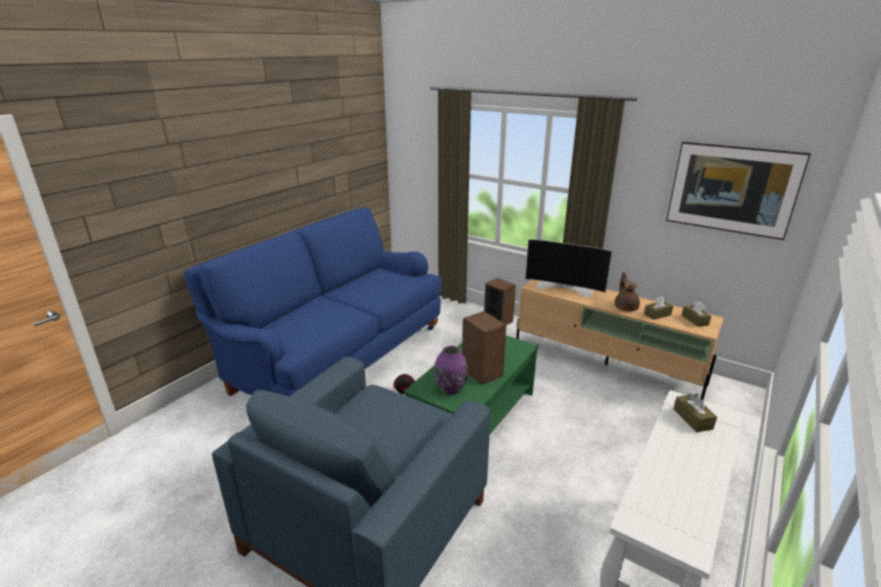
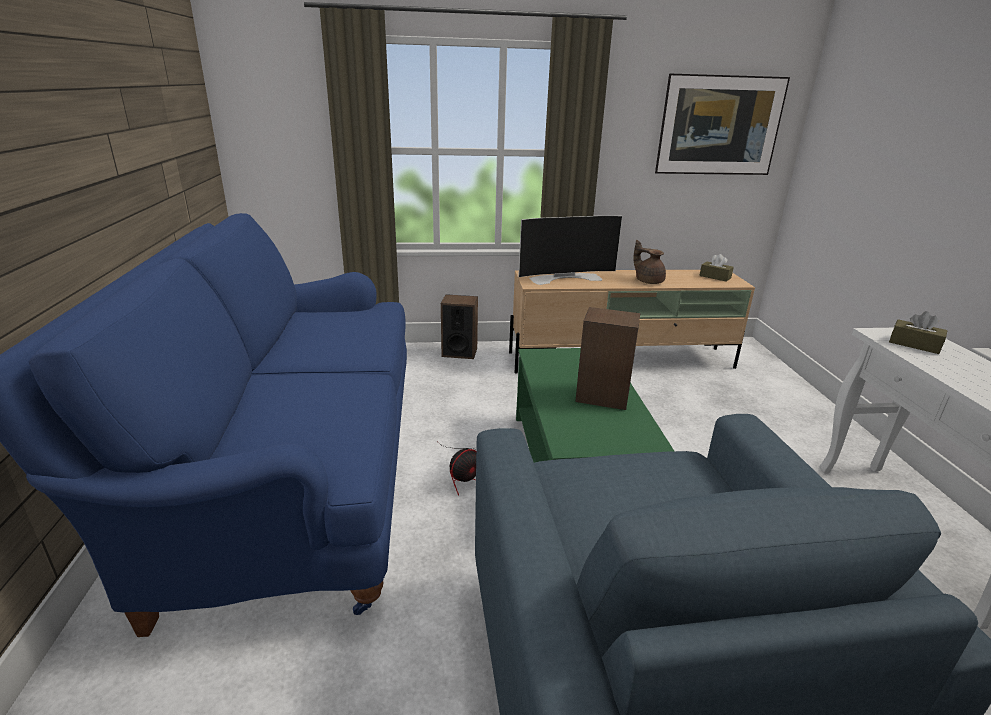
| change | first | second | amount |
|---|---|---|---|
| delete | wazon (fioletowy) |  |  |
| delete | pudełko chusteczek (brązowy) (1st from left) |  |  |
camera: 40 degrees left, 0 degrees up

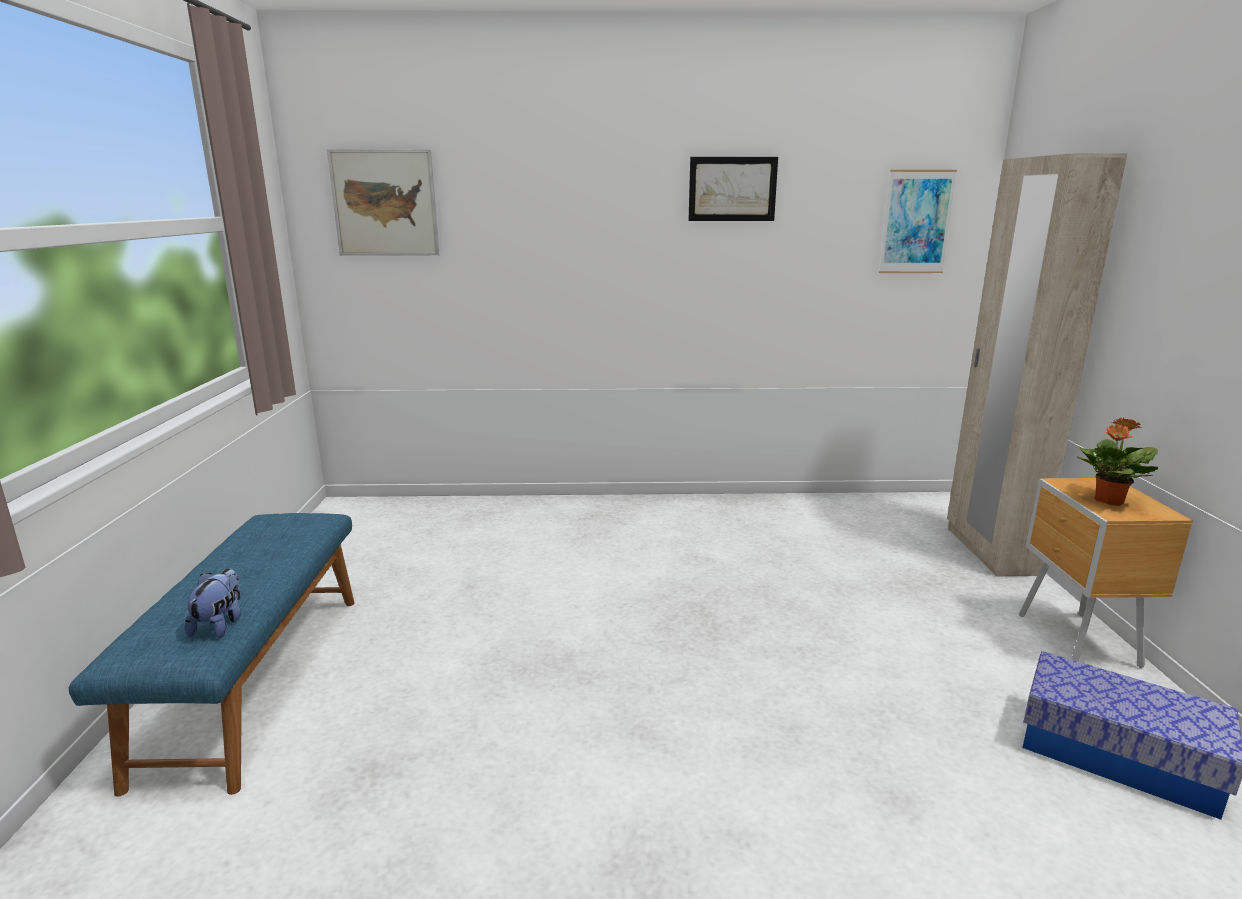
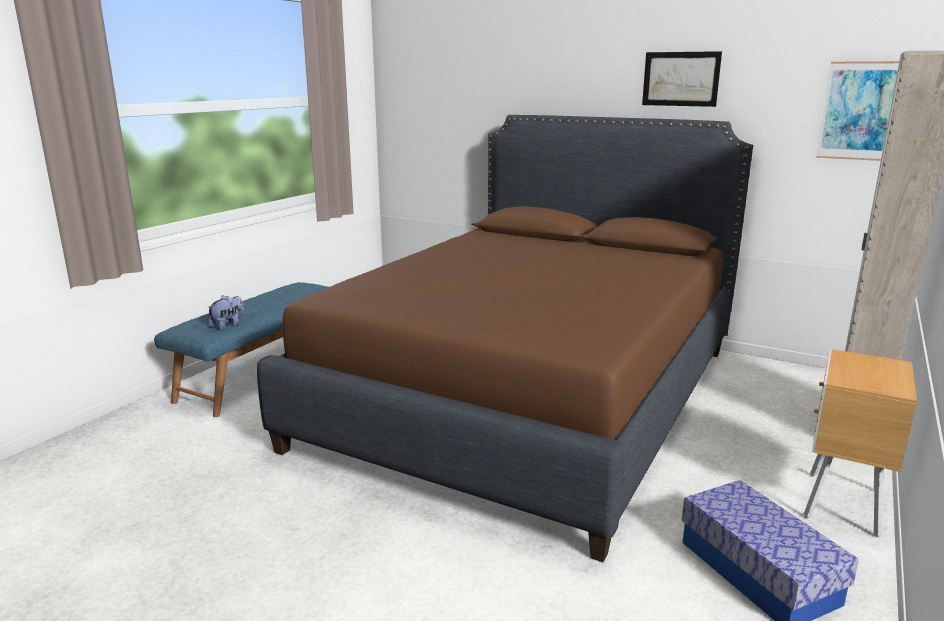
| change | first | second | amount |
|---|---|---|---|
| insert |  | łóżko (brązowy) |  |
| delete | obraz (1st from left) |  |  |
| delete | roślina doniczkowa |  |  |
camera: 30 degrees right, 0 degrees up

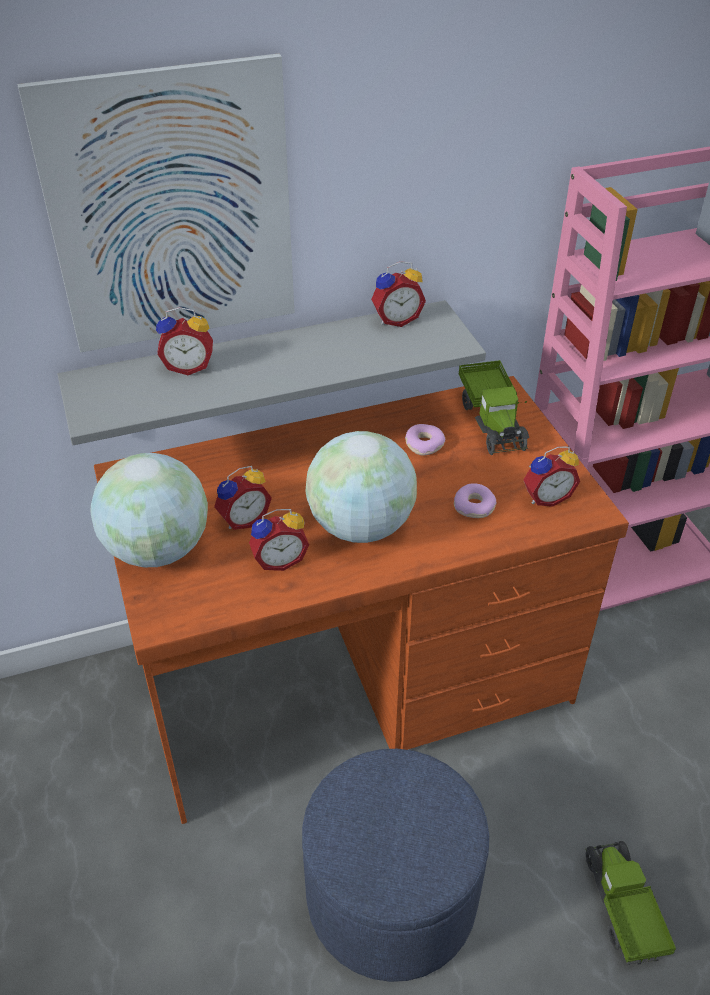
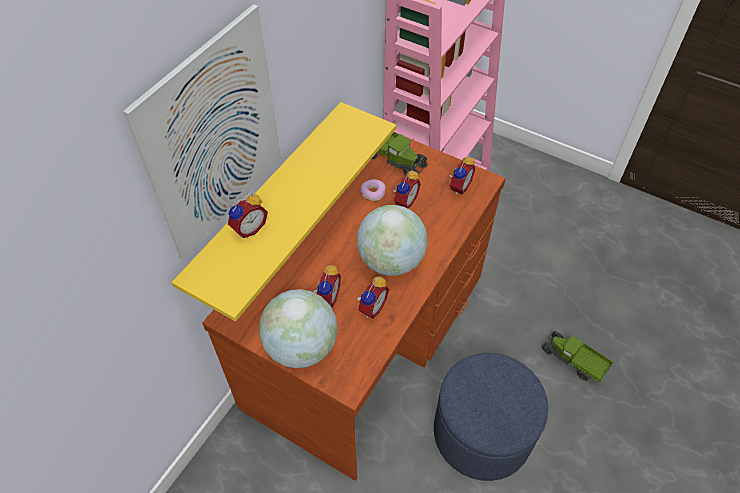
| change | first | second | amount |
|---|---|---|---|
| recolor | półka (szary) | półka (żółty) |  |
| move | budzik (4th from left) |  |  |
| delete | donut (2nd from left) |  |  |
camera: 40 degrees left, 10 degrees up

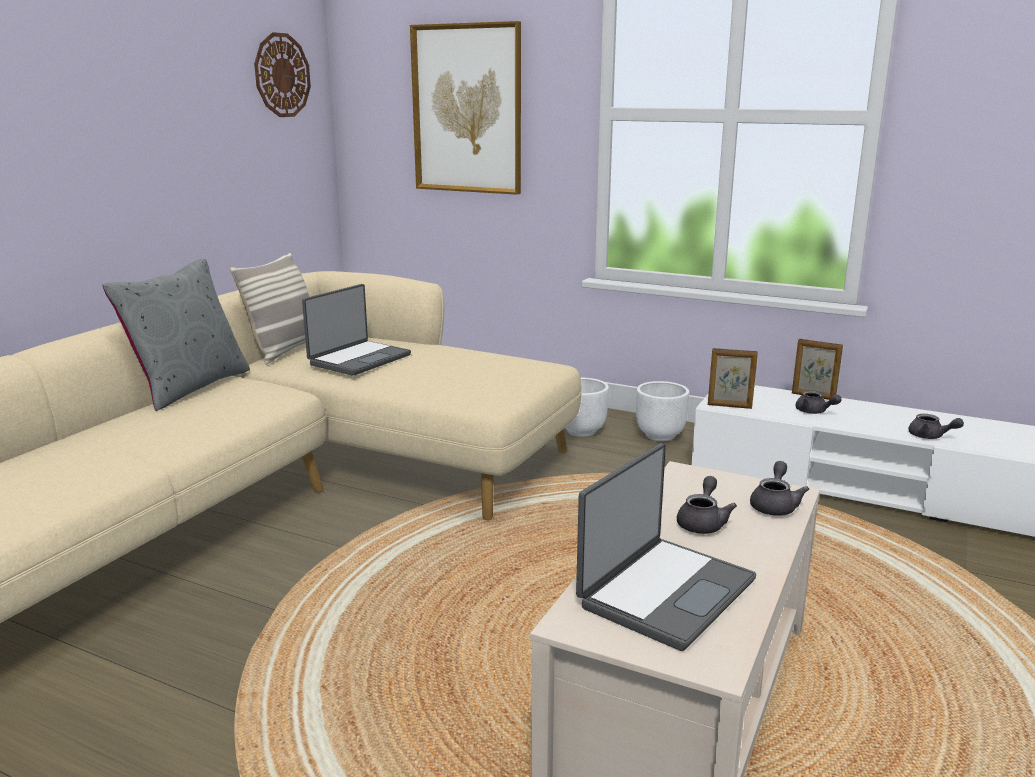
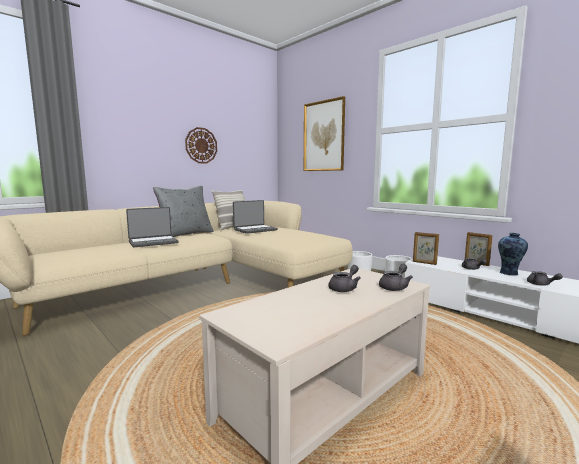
| change | first | second | amount |
|---|---|---|---|
| move | laptop (2nd from left in the first image) | laptop (1st from left) |  |
| move | zegar ścienny |  |  |
| insert |  | wazon |  |
camera: 20 degrees right, 10 degrees down

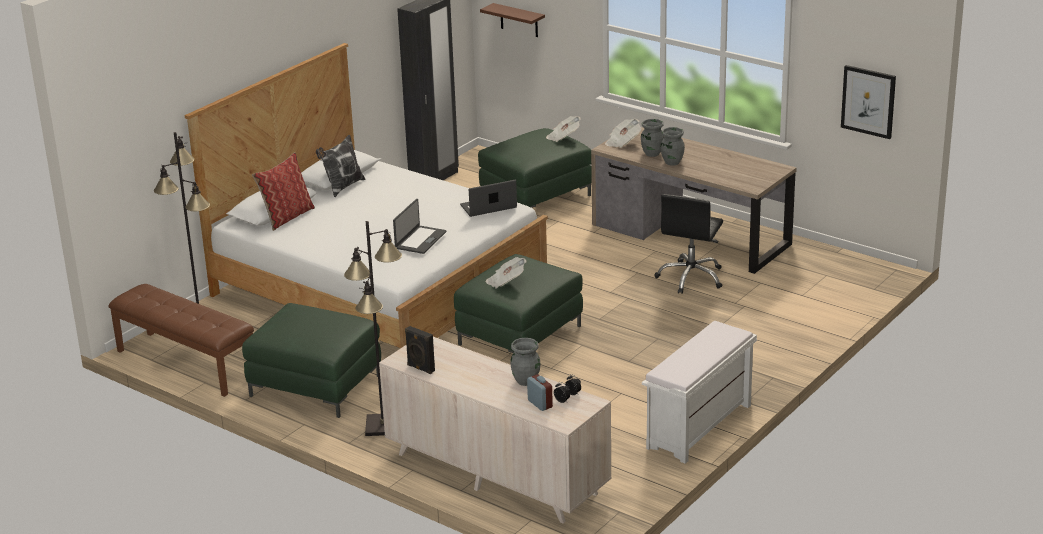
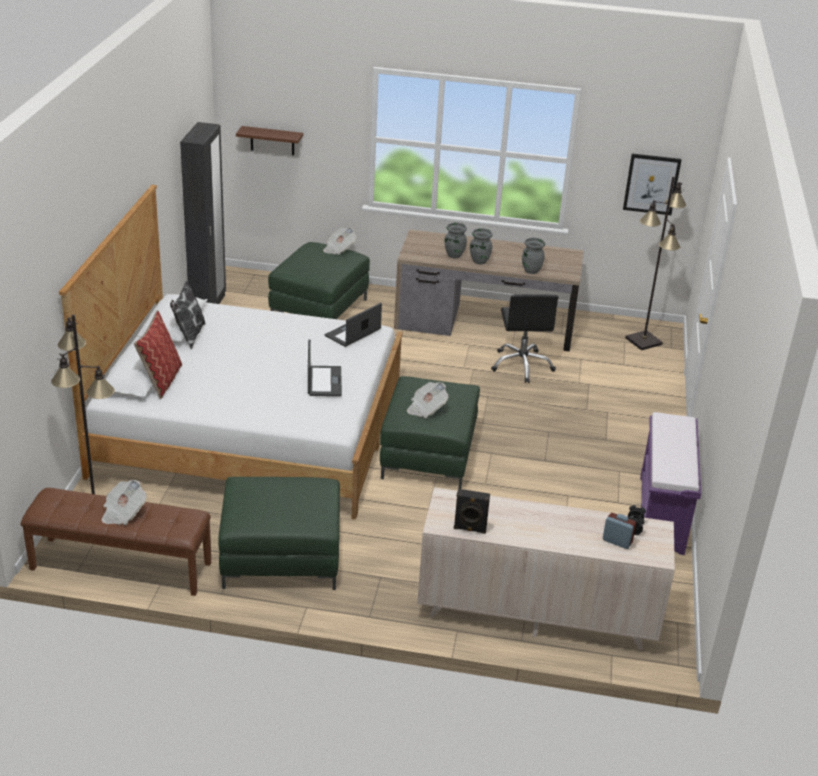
| change | first | second | amount |
|---|---|---|---|
| move | gazeta (3rd from left in the first image) | gazeta (1st from left) |  |
| move | wazon (szary) (1st from left in the first image) | wazon (szary) (3rd from left) |  |
| move | lampa stojąca (czarny) (2nd from left) |  |  |
| recolor | ławka (biały) | ławka (fioletowy) |  |
camera: 30 degrees left, 5 degrees up

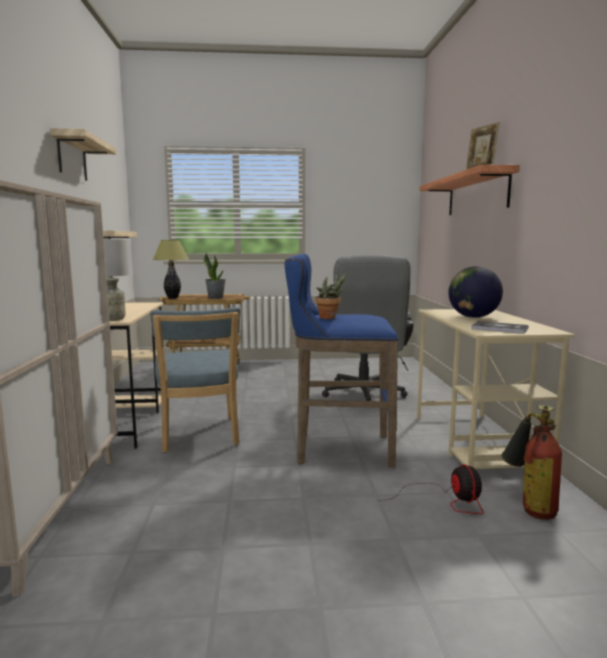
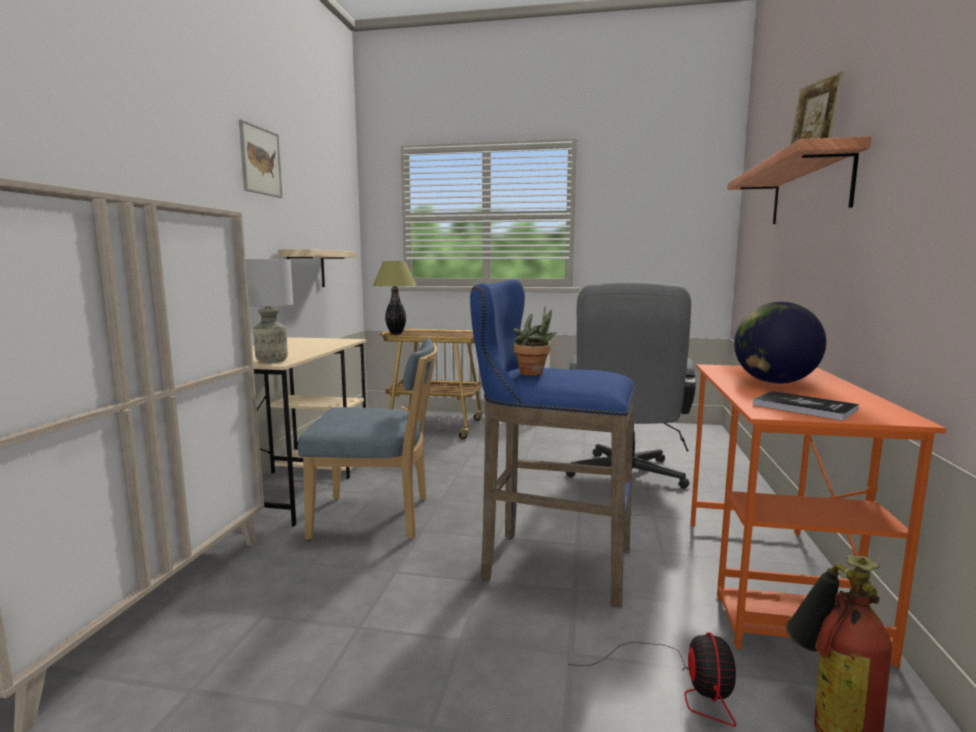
| change | first | second | amount |
|---|---|---|---|
| replace | półka (1st from left) | obraz |  |
| rotate | krzesło (niebieski) |  | 90 degrees counterclockwise |
| recolor | biurko (beżowy) (2nd from left) | biurko (pomarańczowy) |  |
| delete | roślina doniczkowa (1st from left) |  |  |
camera: 15 degrees right, 0 degrees up

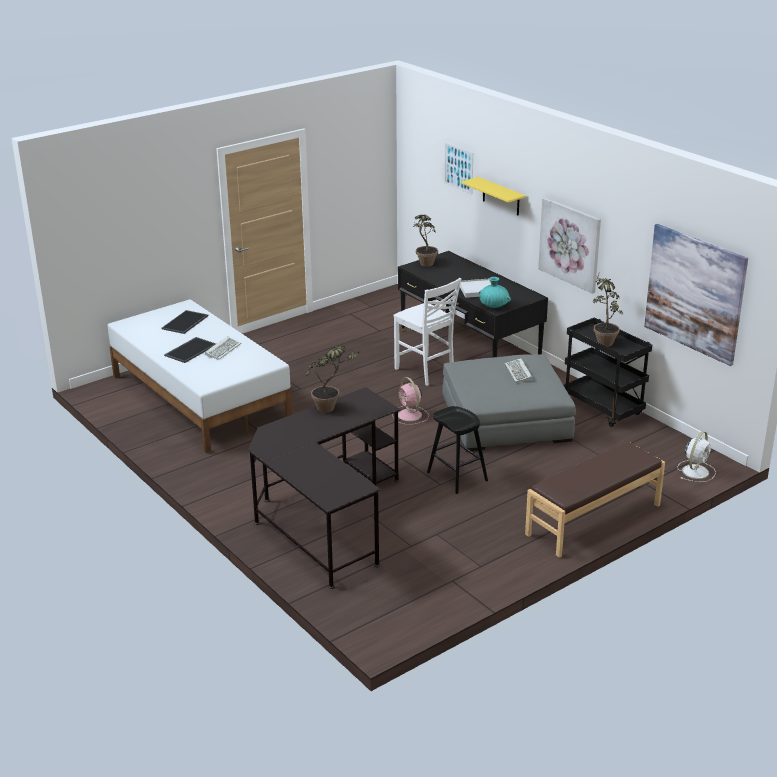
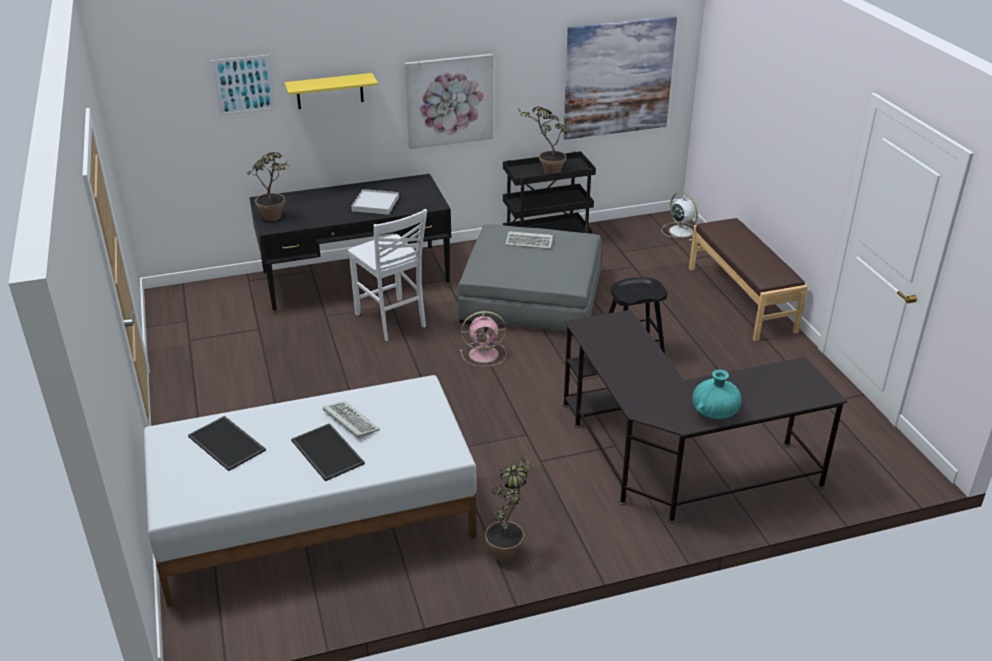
| change | first | second | amount |
|---|---|---|---|
| rotate | krzesło (biały) |  | 75 degrees clockwise |
| move | roślina doniczkowa (1st from left in the first image) | roślina doniczkowa (2nd from left) |  |
| move | wazon (turkusowy) |  |  |
camera: 70 degrees left, 5 degrees up

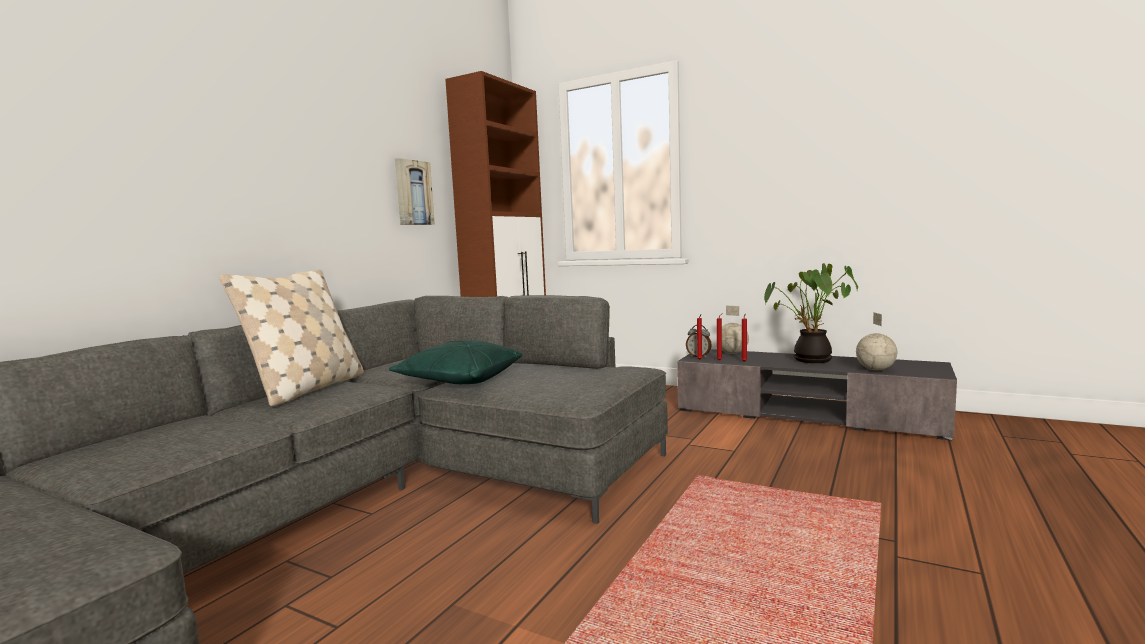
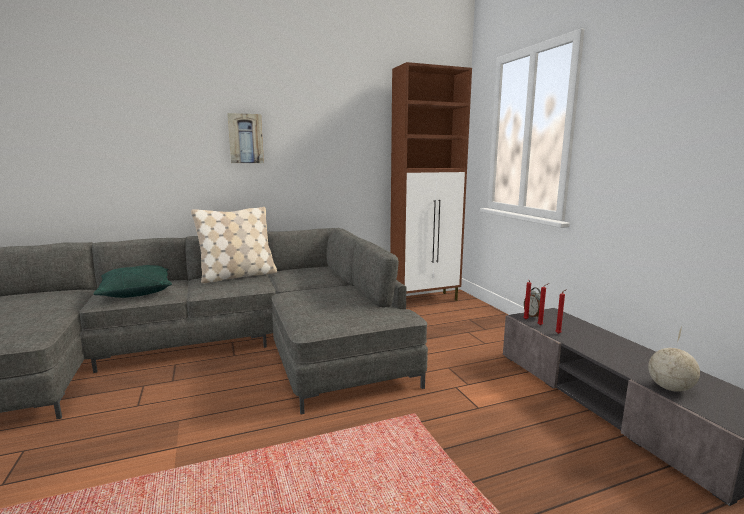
| change | first | second | amount |
|---|---|---|---|
| move | poduszka (zielony) |  |  |
| move | obraz |  |  |
| delete | globus (1st from left) |  |  |
| delete | roślina doniczkowa |  |  |
camera: 40 degrees right, 5 degrees up

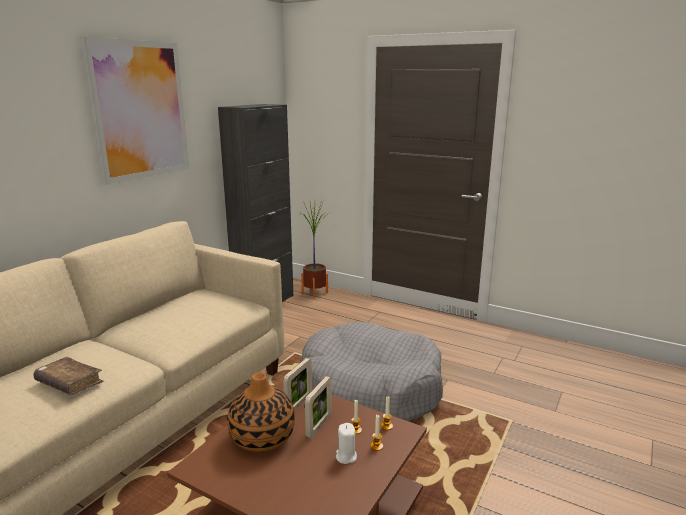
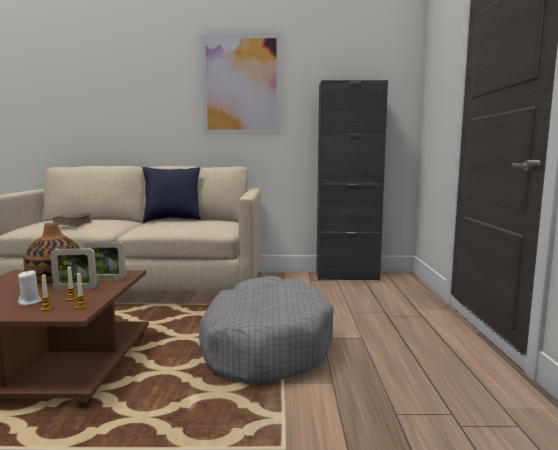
| change | first | second | amount |
|---|---|---|---|
| insert |  | poduszka (niebieski) |  |
| delete | roślina doniczkowa |  |  |
camera: 60 degrees right, 10 degrees down

